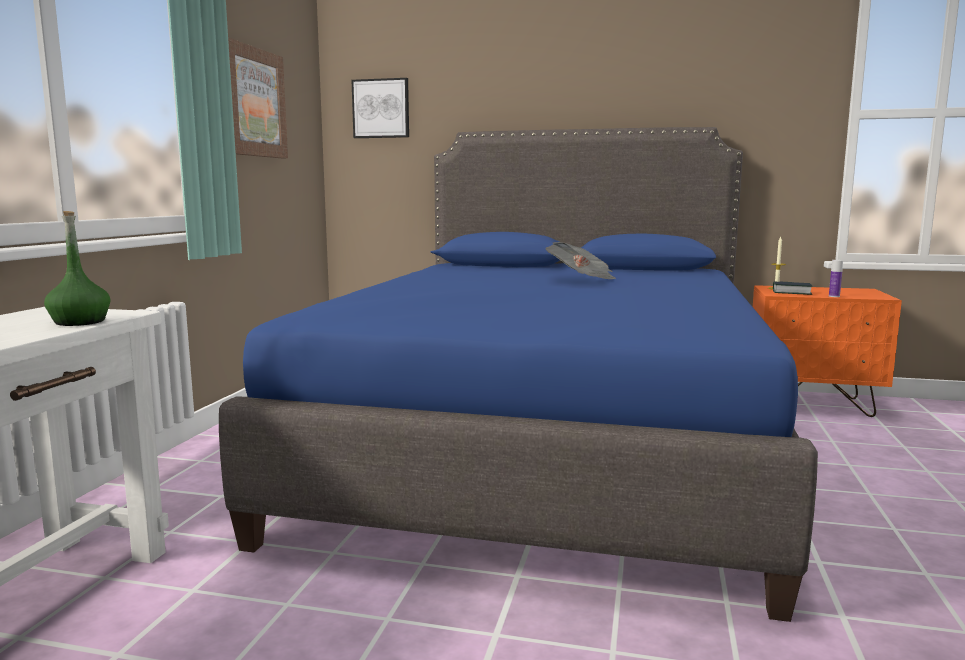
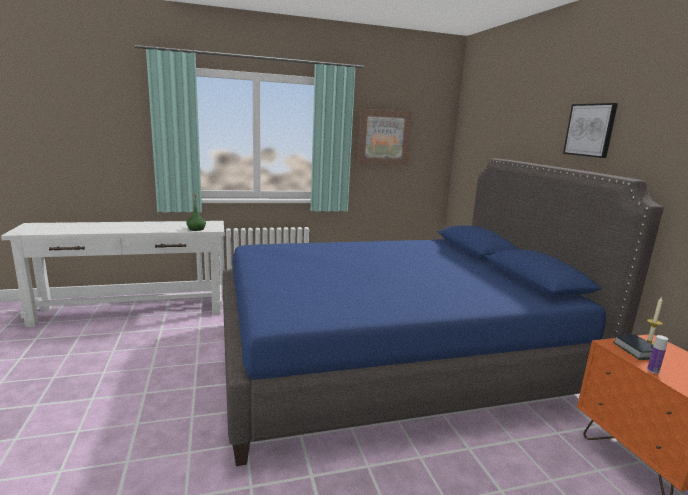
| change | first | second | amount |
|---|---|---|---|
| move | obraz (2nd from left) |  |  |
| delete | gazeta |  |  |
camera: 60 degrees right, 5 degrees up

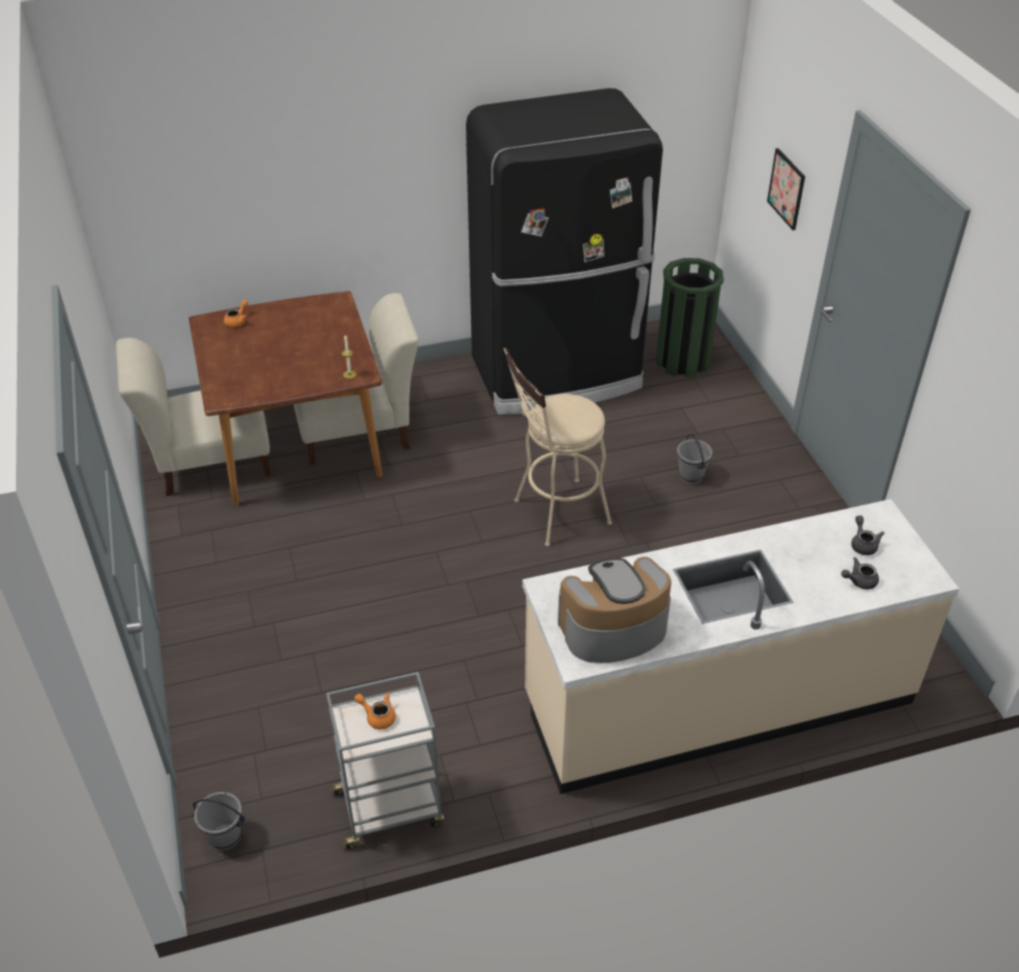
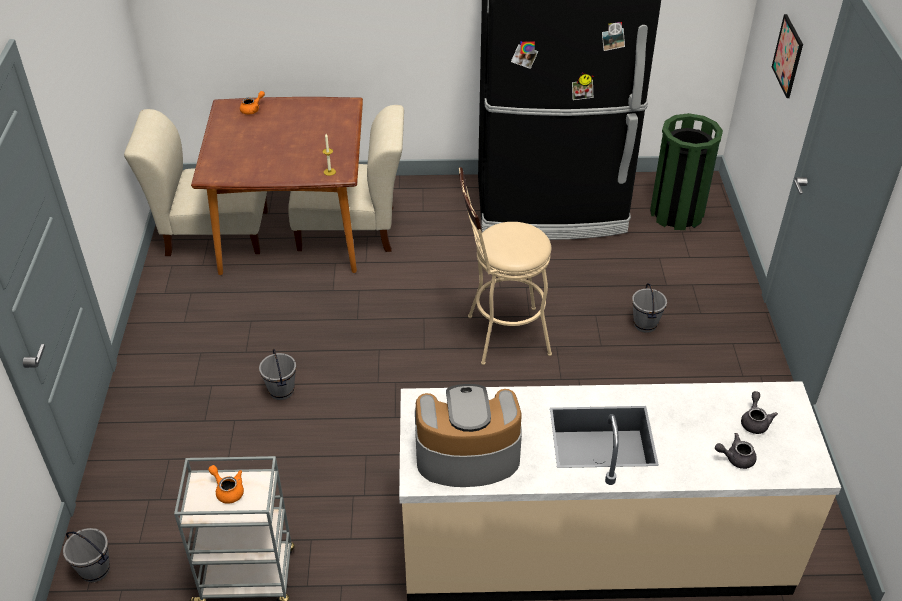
| change | first | second | amount |
|---|---|---|---|
| insert |  | wiadro (szary) (2nd from left) |  |
camera: 15 degrees right, 0 degrees up

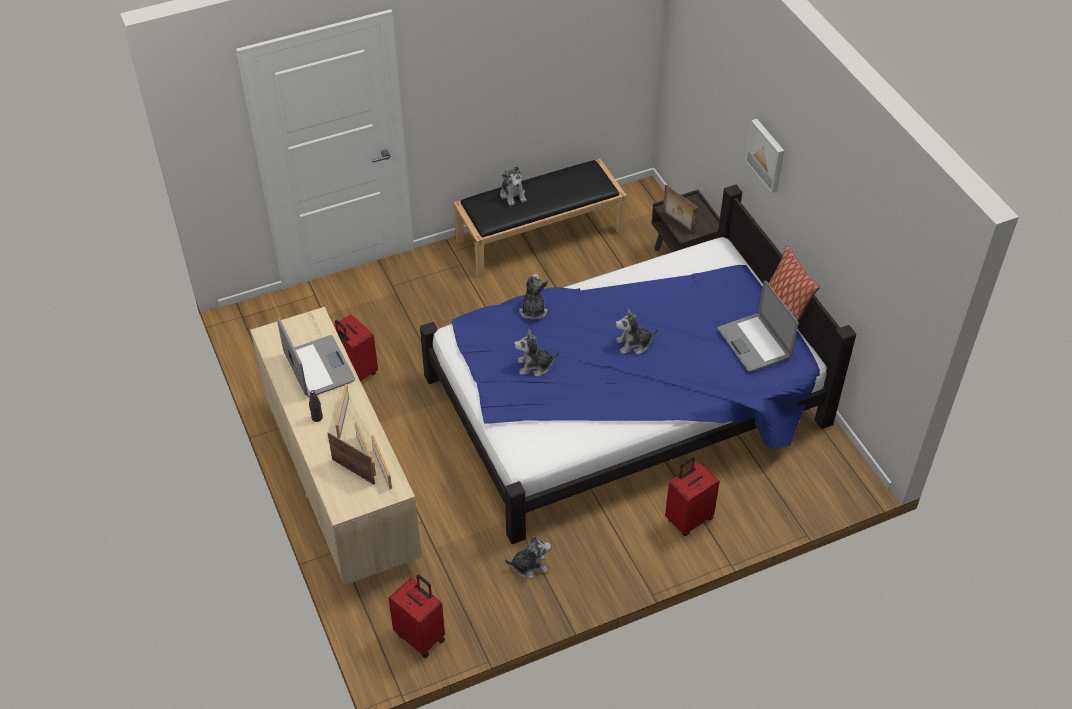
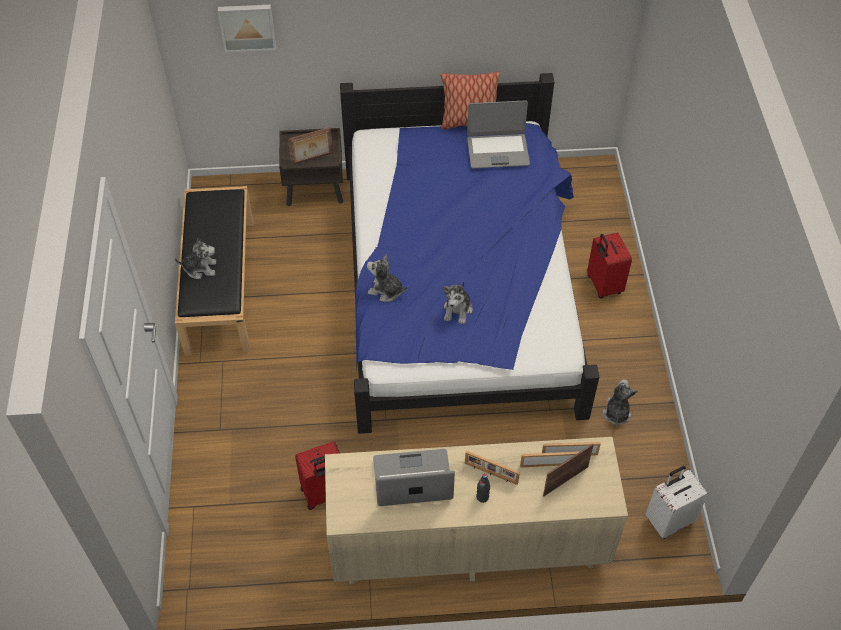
| change | first | second | amount |
|---|---|---|---|
| move | obraz |  |  |
| recolor | walizka (czerwony) (2nd from left) | walizka (biały) |  |
| delete | pluszak (5th from left) |  |  |
camera: 70 degrees left, 5 degrees up

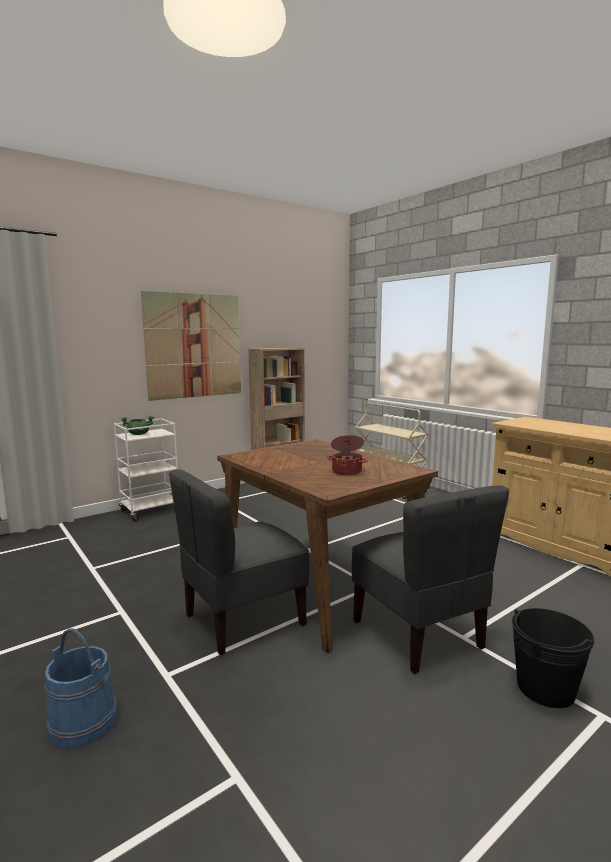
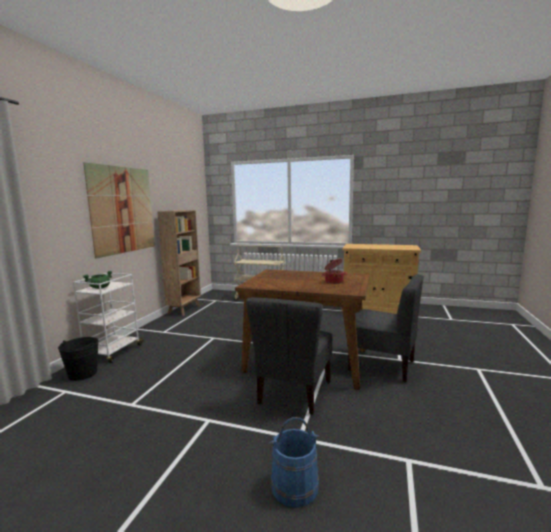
| change | first | second | amount |
|---|---|---|---|
| move | wiadro (czarny) |  |  |
camera: 35 degrees left, 0 degrees up

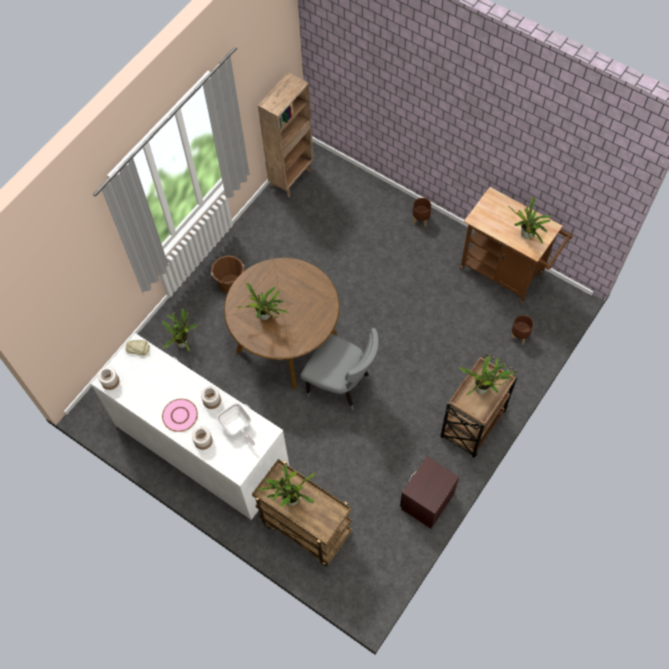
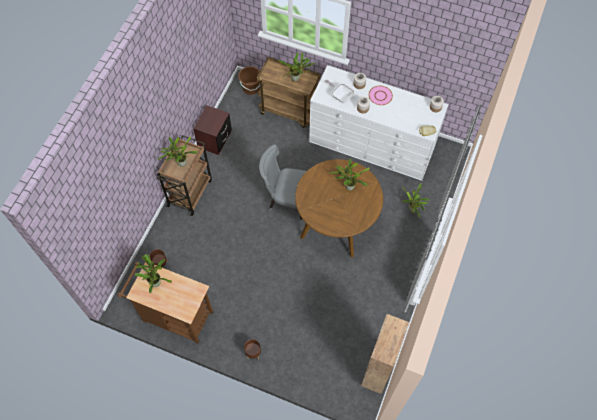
| change | first | second | amount |
|---|---|---|---|
| move | wiadro (brązowy) |  |  |
camera: 165 degrees right, 0 degrees up

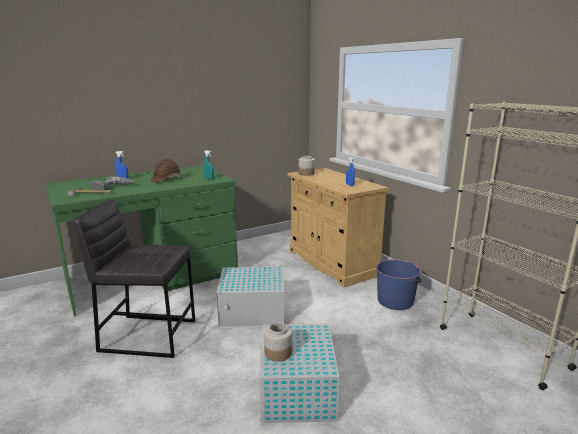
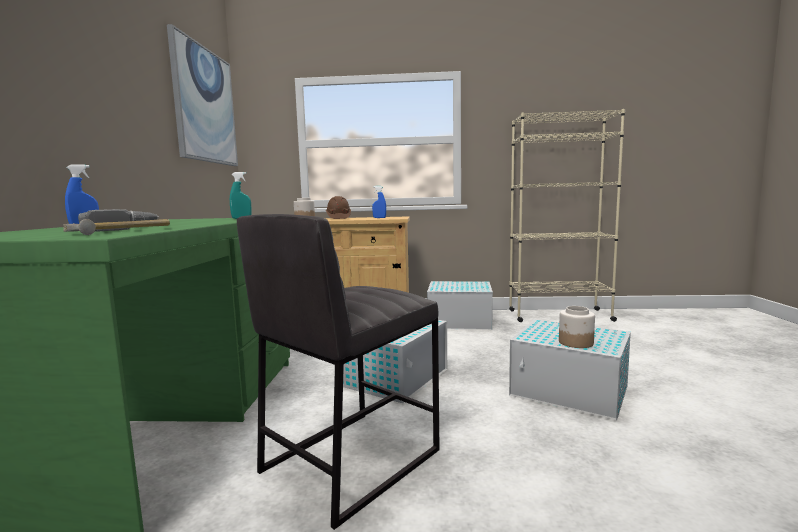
| change | first | second | amount |
|---|---|---|---|
| insert |  | obraz |  |
| move | kask (brązowy) |  |  |
| replace | wiadro (niebieski) | pojemnik do przechowywania (biały) (2nd from left) |  |
camera: 55 degrees left, 10 degrees down

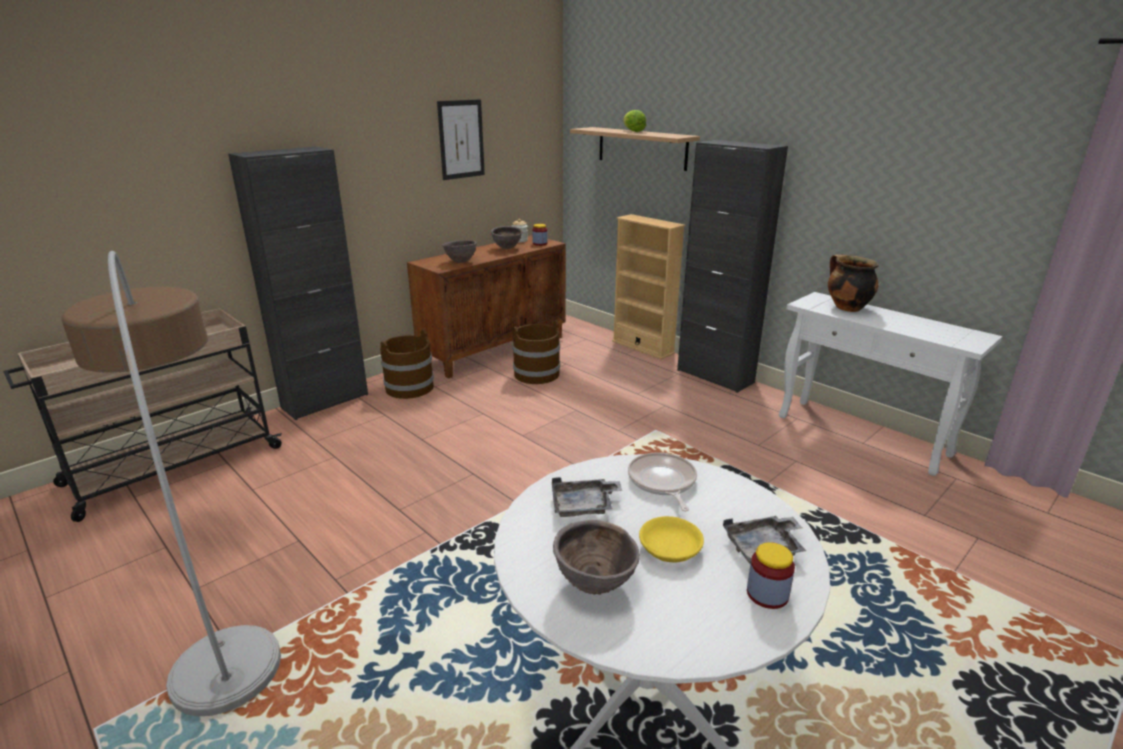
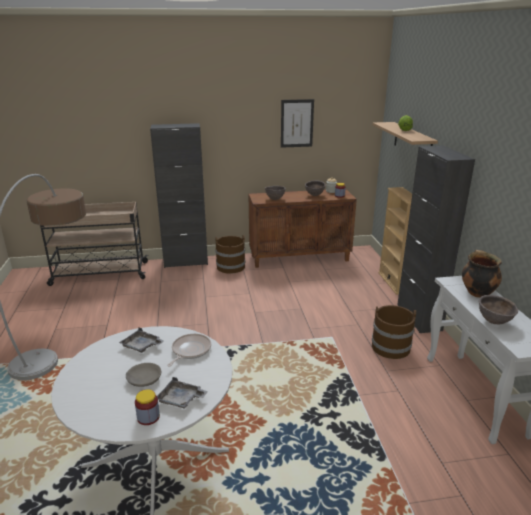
| change | first | second | amount |
|---|---|---|---|
| recolor | miska (żółty) | miska (szary) |  |
| move | wiadro (brązowy) (2nd from left) |  |  |
| move | miska (brązowy) (3rd from left) |  |  |
camera: 35 degrees right, 0 degrees up

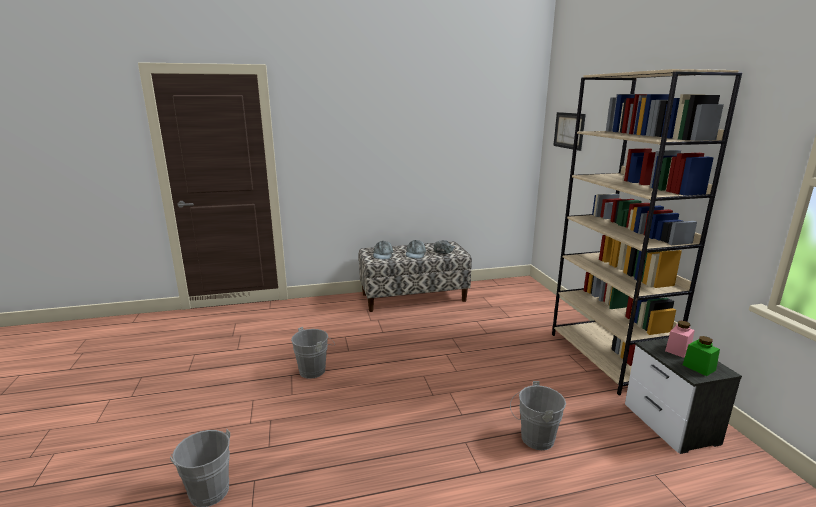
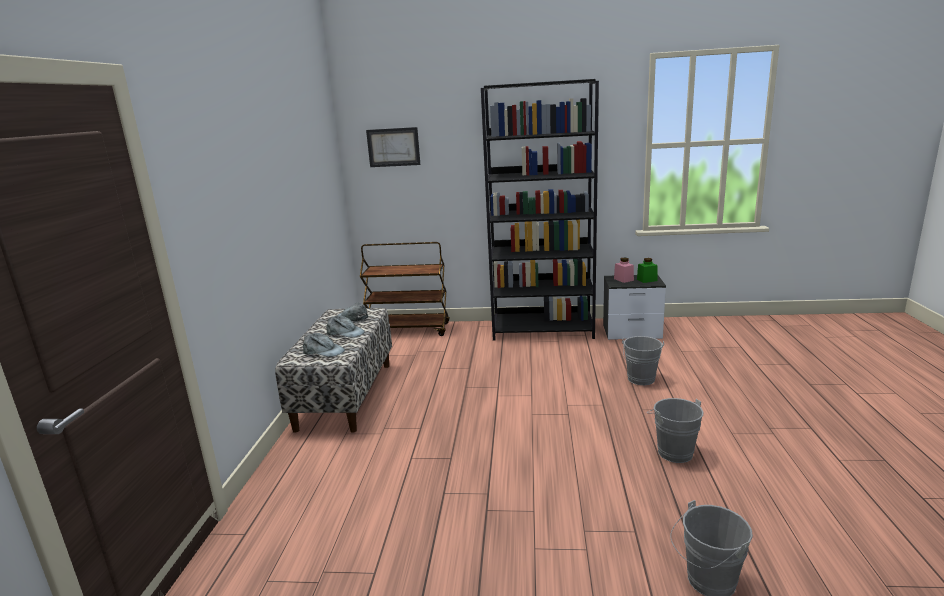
| change | first | second | amount |
|---|---|---|---|
| insert |  | wózek (brązowy) |  |
| recolor | regał (beżowy) | regał (czarny) |  |
| move | wiadro (szary) (2nd from left) |  |  |
camera: 70 degrees left, 0 degrees up

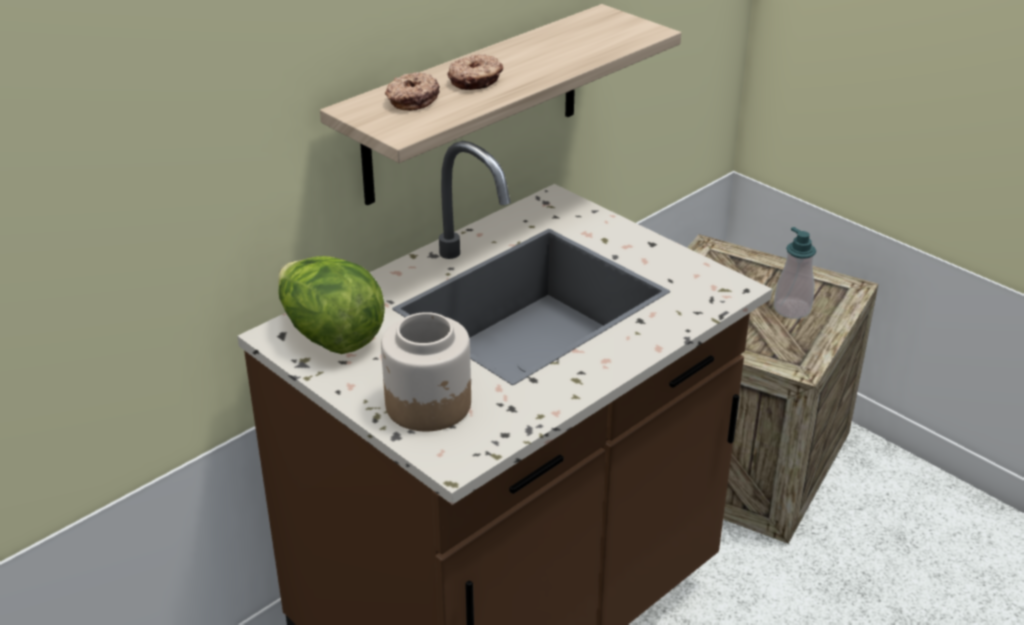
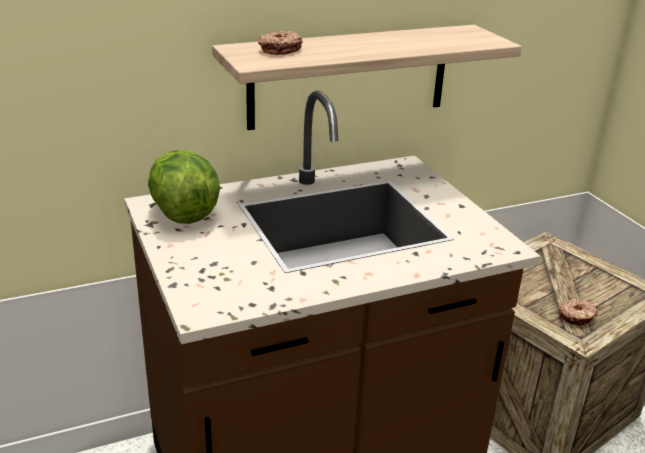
| change | first | second | amount |
|---|---|---|---|
| move | donut (2nd from left) |  |  |
| delete | słoik |  |  |
| delete | dozownik mydła |  |  |
camera: 20 degrees right, 5 degrees down

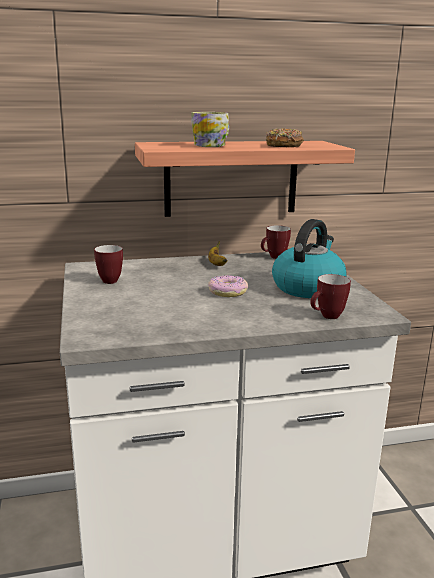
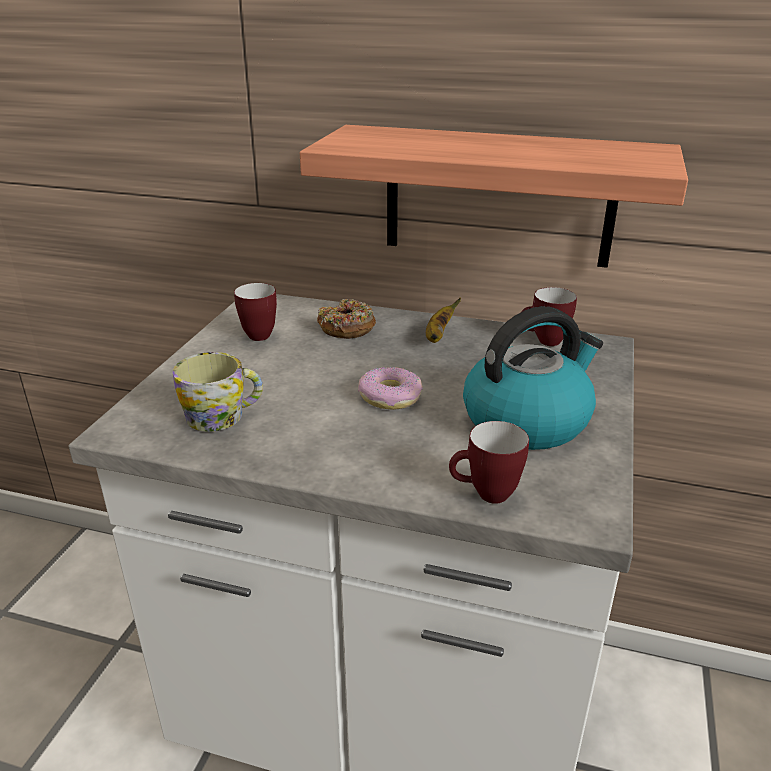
| change | first | second | amount |
|---|---|---|---|
| move | kubek (2nd from left in the first image) | kubek (1st from left) |  |
| move | donut (2nd from left in the first image) | donut (1st from left) |  |
camera: 30 degrees right, 10 degrees up

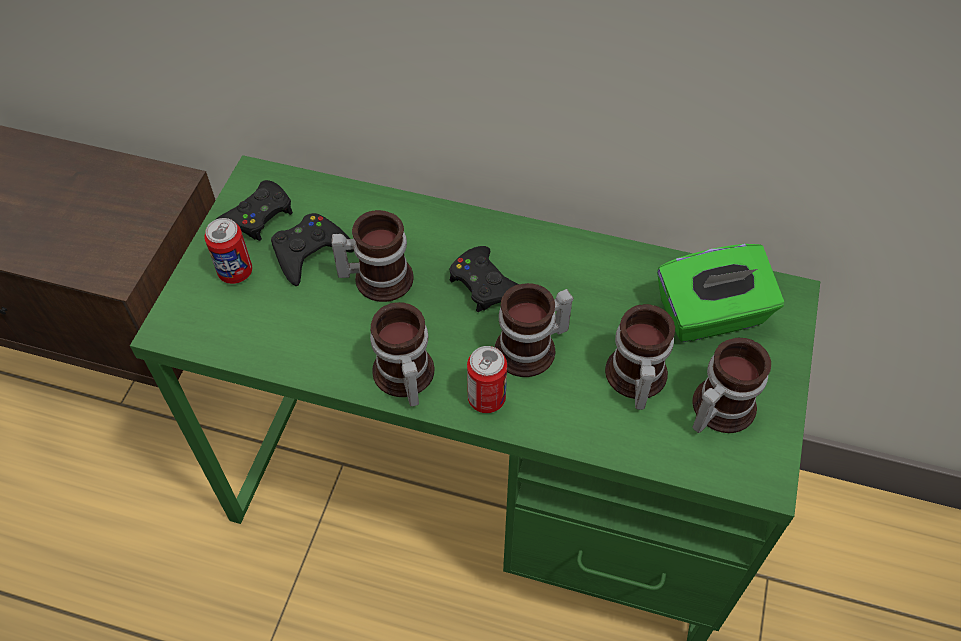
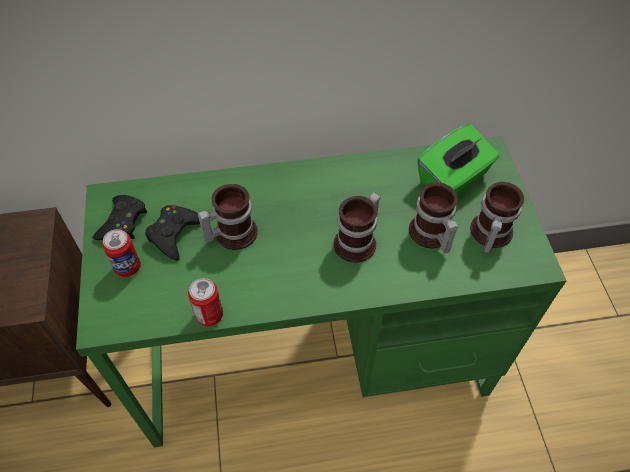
| change | first | second | amount |
|---|---|---|---|
| move | puszka (2nd from left) |  |  |
| delete | kubek (2nd from left) |  |  |
| delete | pad do gier (czarny) (3rd from left) |  |  |
camera: 25 degrees left, 0 degrees up

